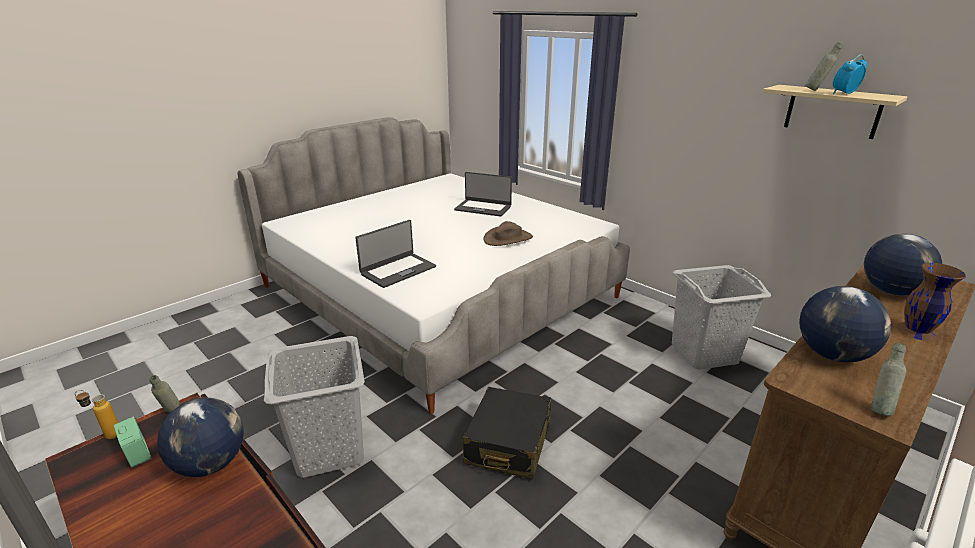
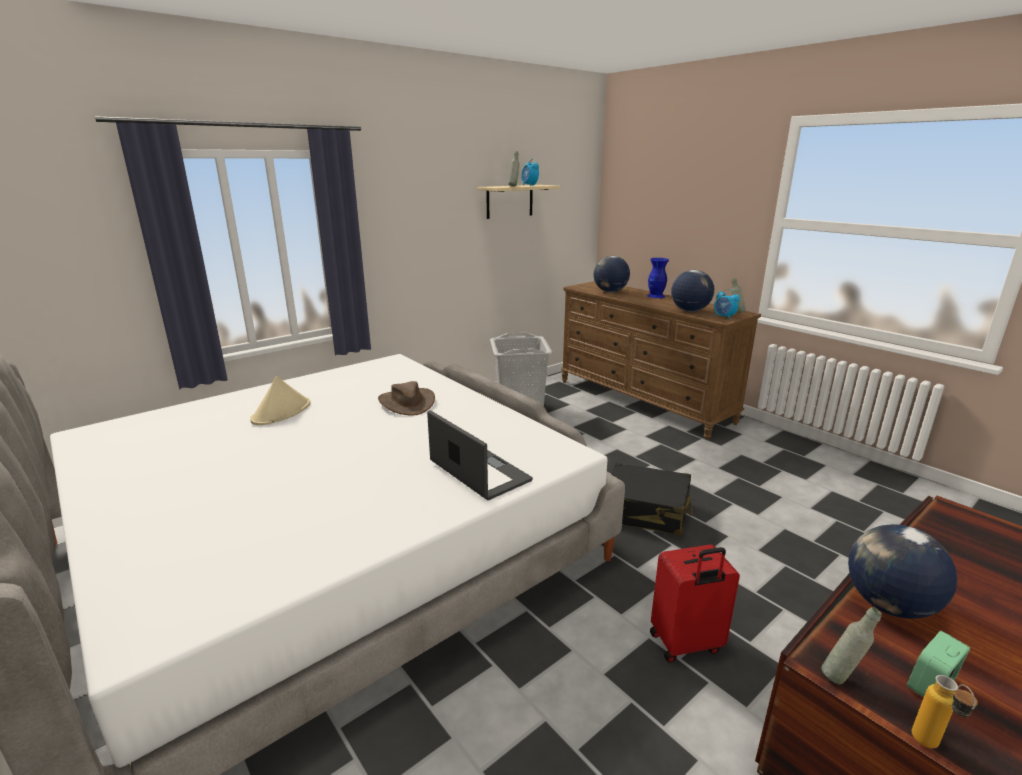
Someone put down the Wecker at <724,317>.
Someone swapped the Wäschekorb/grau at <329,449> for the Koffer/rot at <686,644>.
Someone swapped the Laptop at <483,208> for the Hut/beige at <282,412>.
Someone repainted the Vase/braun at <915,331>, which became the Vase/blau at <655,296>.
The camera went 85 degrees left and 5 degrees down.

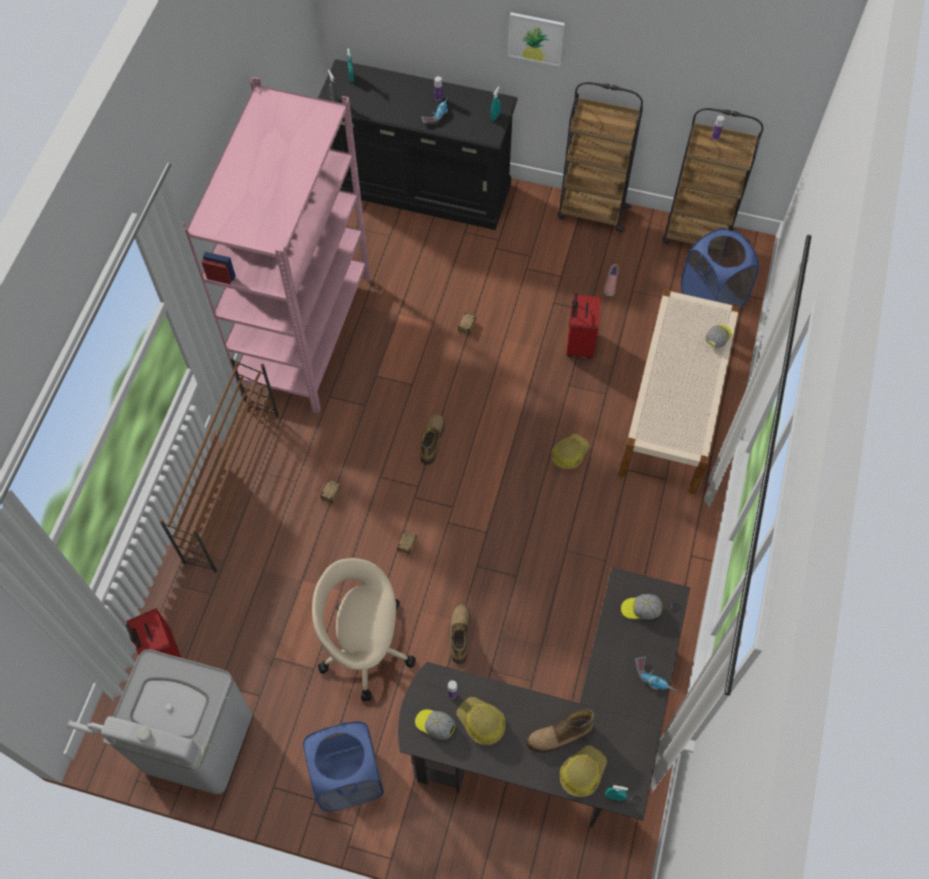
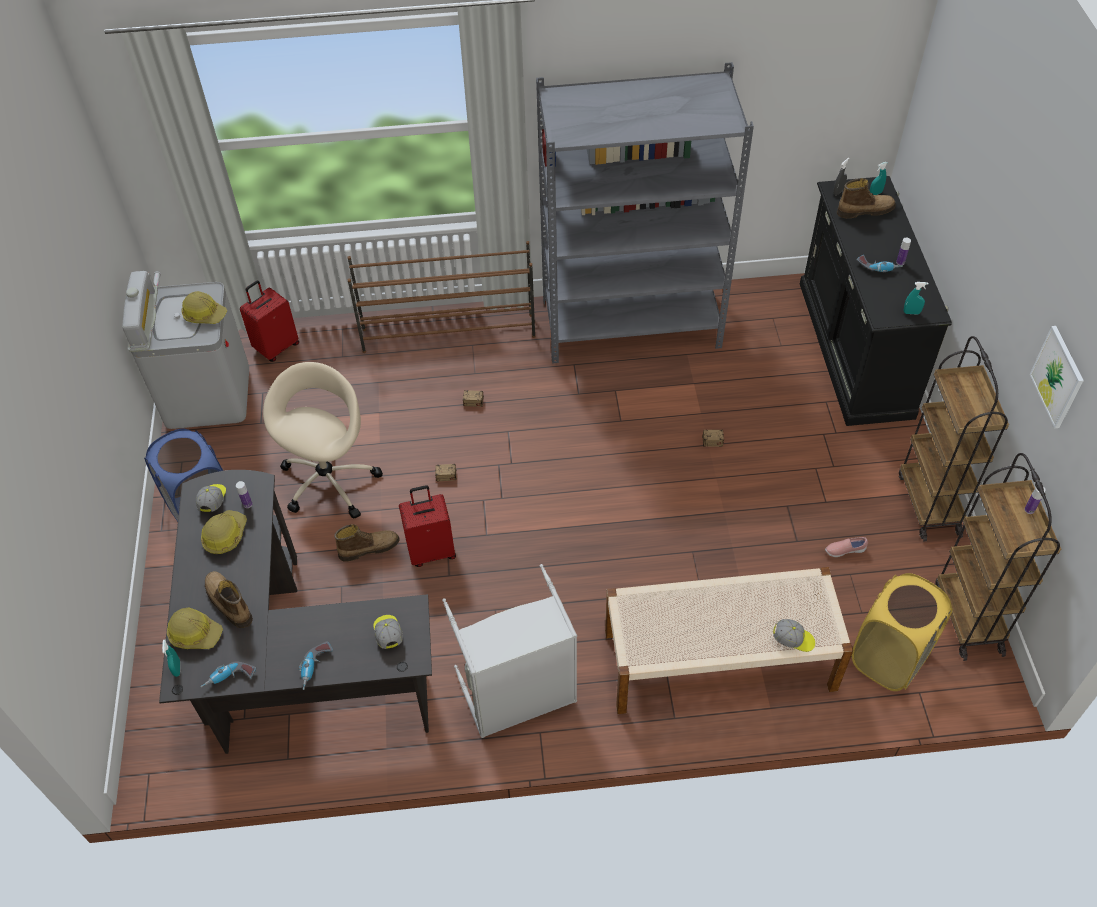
Someone put down the Bohrmaschine at <229,679>.
Someone put down the Wäschekorb/grau at <519,696>.
Someone carried the Stiefel from <431,440> to <864,210>.
Someone carried the Bild from <536,38> to <1057,377>.
Someone carried the Schutzhelm from <569,454> to <204,314>.
Someone carried the Koffer/rot from <579,344> to <431,551>.
Someone repainted the Bücherregal/rosa at <304,333>, which became the Bücherregal/grau at <631,323>.
Someone repainted the Wäschekorb/blau at <711,299>, which became the Wäschekorb/gelb at <889,658>.
Someone rotated the Bürostuhl/beige at <365,647> by 45 degrees clockwise.
The camera went 70 degrees right and 10 degrees down.

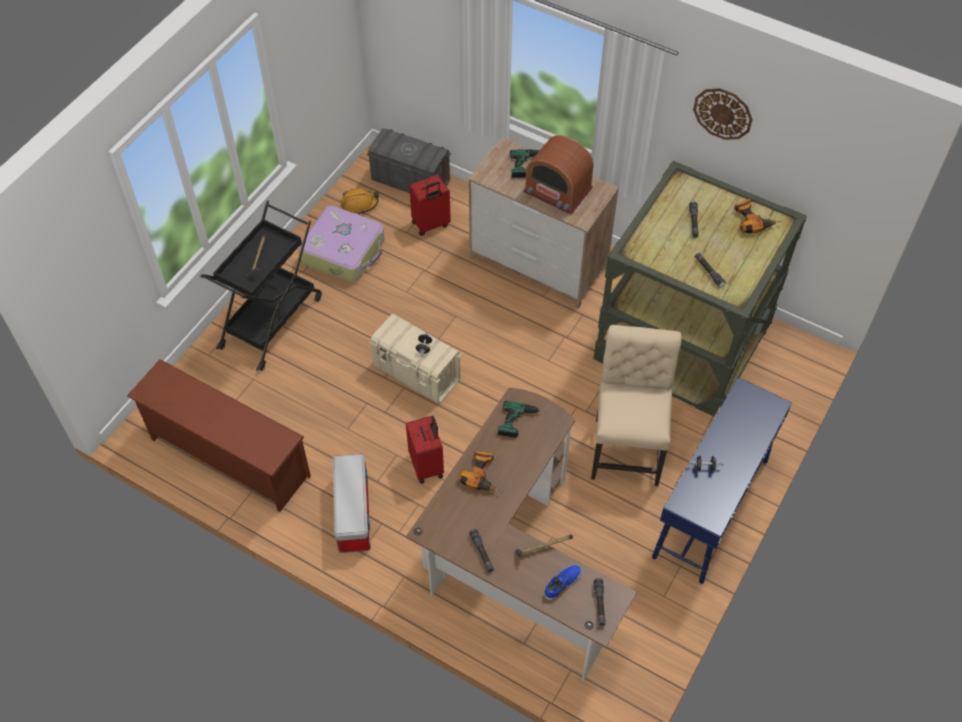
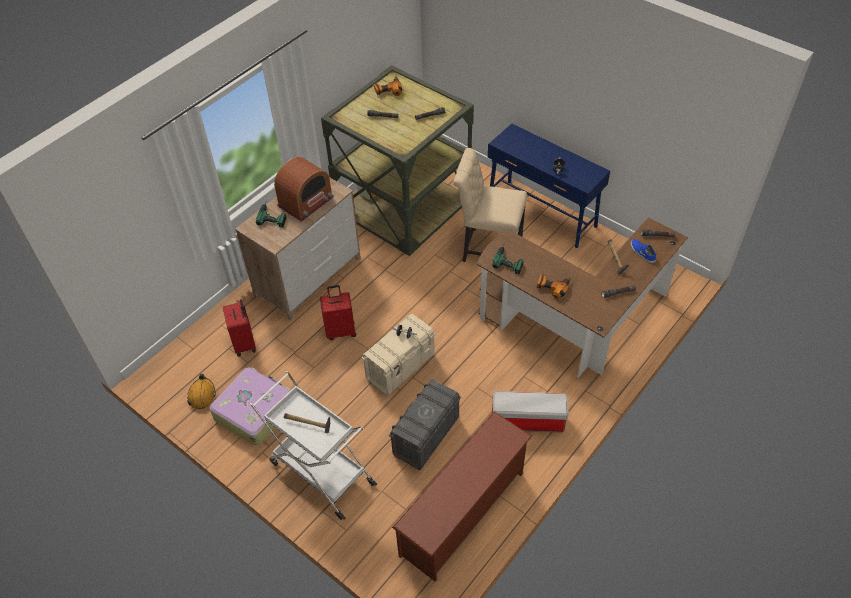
Someone took away the Wanduhr at <723,113>.
Someone carried the Aufbewahrungsbox/grau from <410,181> to <425,436>.
Someone carried the Koffer/rot from <427,465> to <341,331>.
Someone repainted the Rollwagen/schwarz at <272,322>, which became the Rollwagen/weiß at <321,473>.
The camera went 80 degrees left and 5 degrees down.

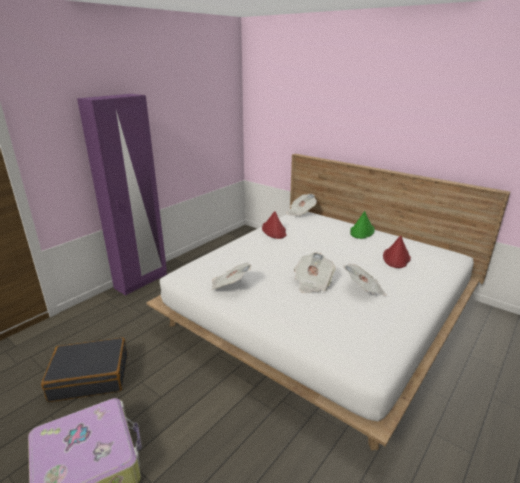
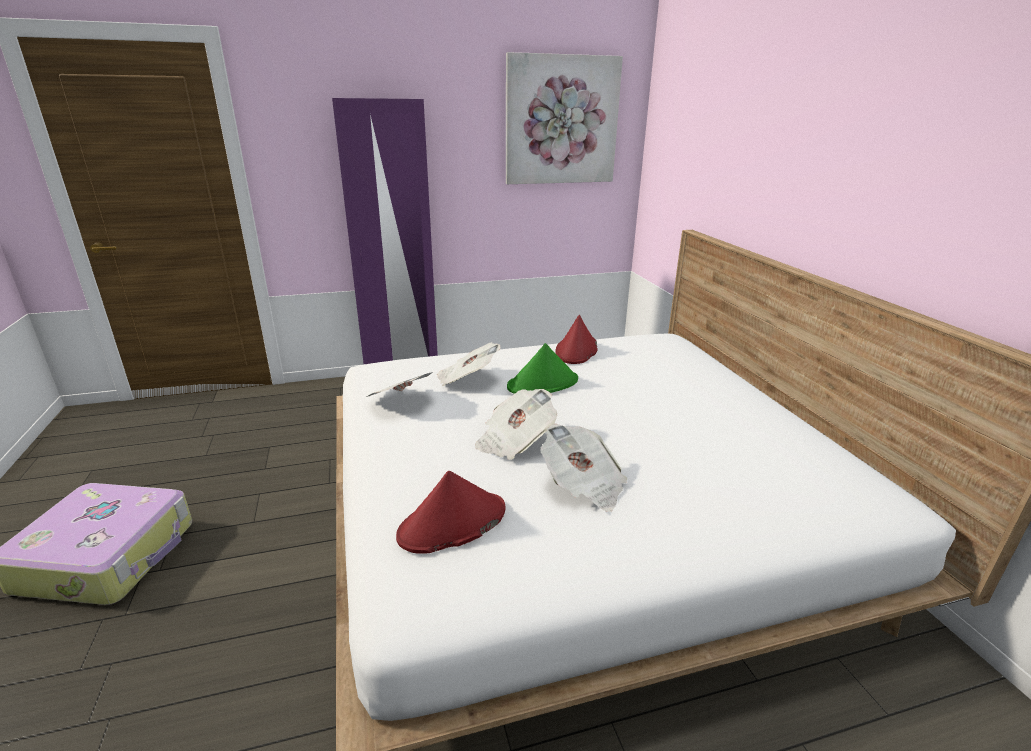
Someone took away the Koffer/schwarz at <90,377>.
Someone put up the Bild at <561,121>.
Someone carried the Zeitung from <300,212> to <467,379>.
Someone carried the Hut/grün from <362,231> to <543,384>.
Someone carried the Hut/rot from <396,257> to <452,523>.
The camera went 35 degrees right and 0 degrees up.

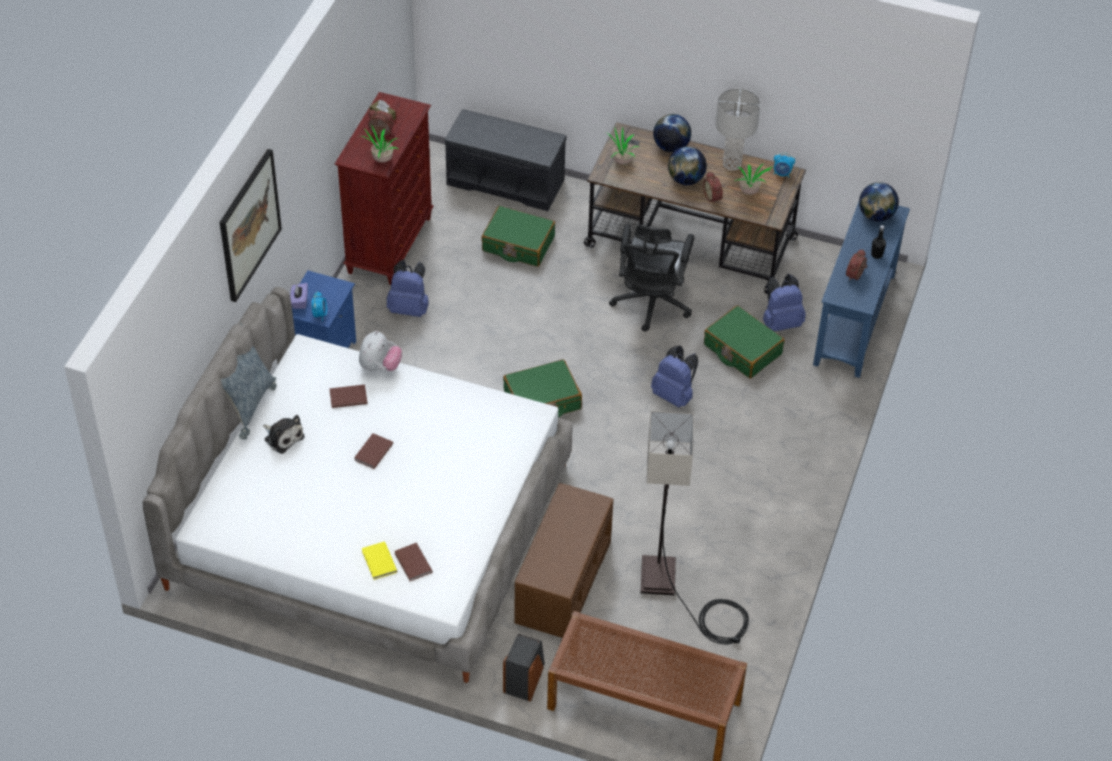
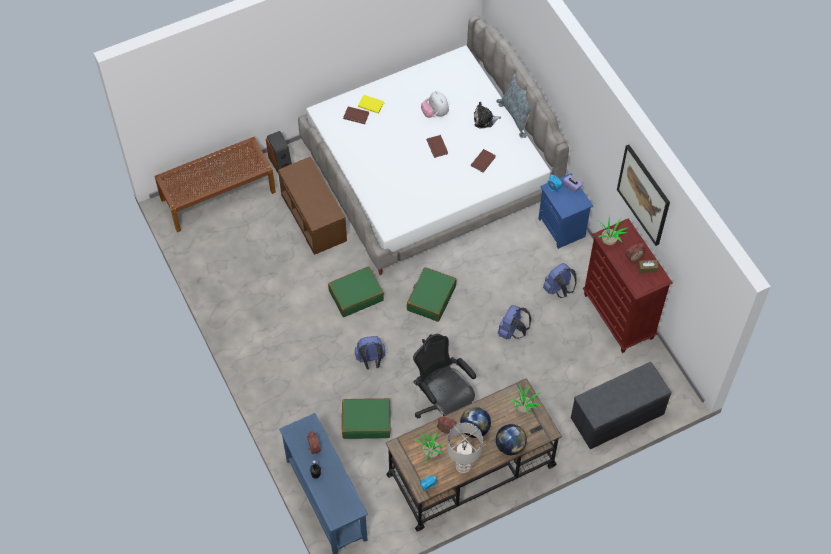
Someone took away the Stehlampe at <692,602>.
Someone took away the Globus at <876,216>.
Someone carried the Bild from <249,225> to <644,195>.
Someone carried the Plüschtier from <380,367> to <435,113>.
Someone carried the Koffer/grün from <518,244> to <356,295>.
Someone carried the Rucksack/blau from <781,322> to <512,331>.
The camera went 135 degrees right and 10 degrees up.

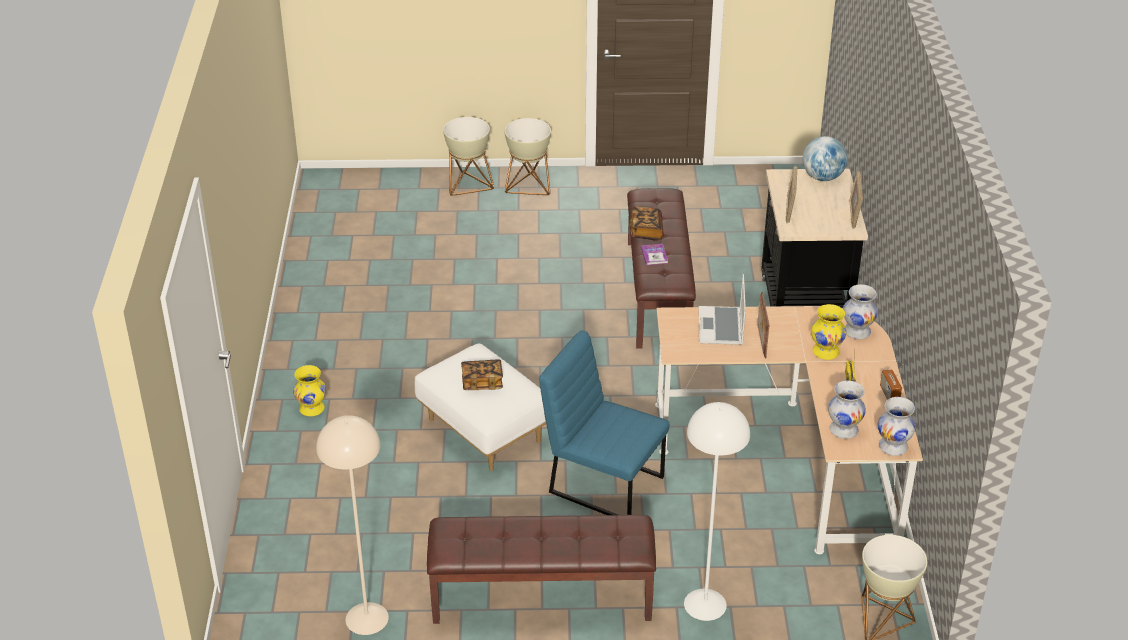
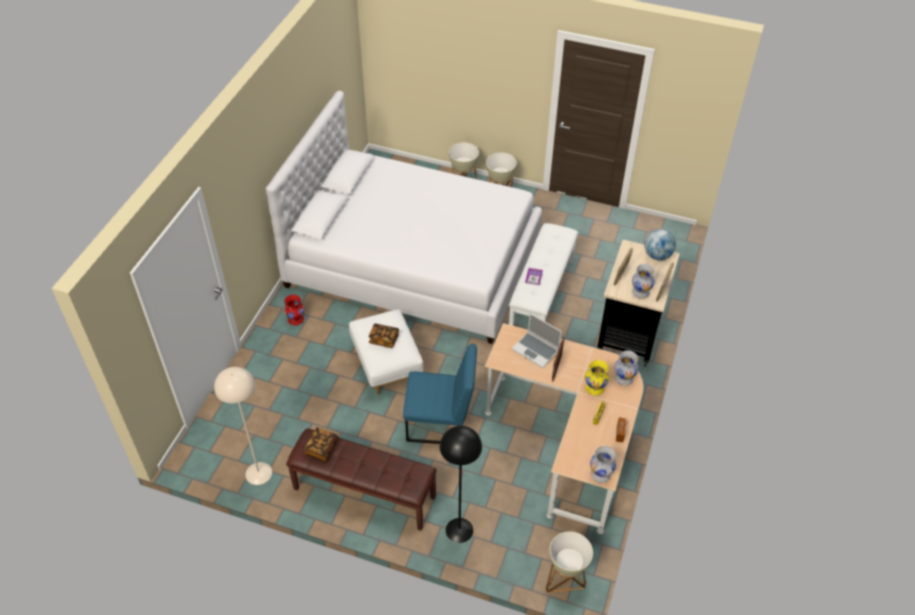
Someone put down the Bett/weiß at <413,262>.
Someone carried the Buch from <646,231> to <322,449>.
Someone carried the Vase/weiß from <843,430> to <640,292>.
Someone repainted the Vase/gelb at <311,408>, which became the Vase/rot at <295,319>.
Someone repainted the Bank/braun at <656,292>, which became the Bank/weiß at <541,295>.
Someone repainted the Stehlampe/weiß at <704,604>, which became the Stehlampe/schwarz at <459,530>.
Someone rotated the Stuhl/blau at <603,483> by 135 degrees clockwise.
Someone rotated the Laptop at <721,328> by 75 degrees counterclockwise.
The camera went 20 degrees right and 10 degrees up.

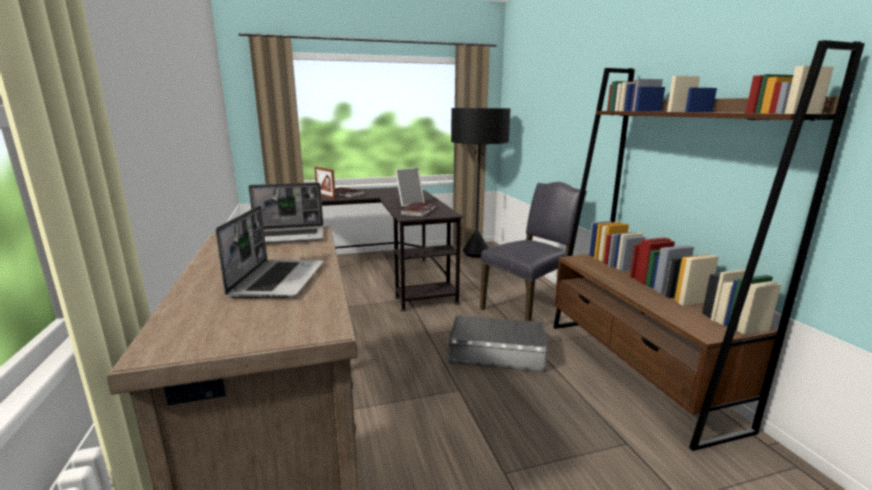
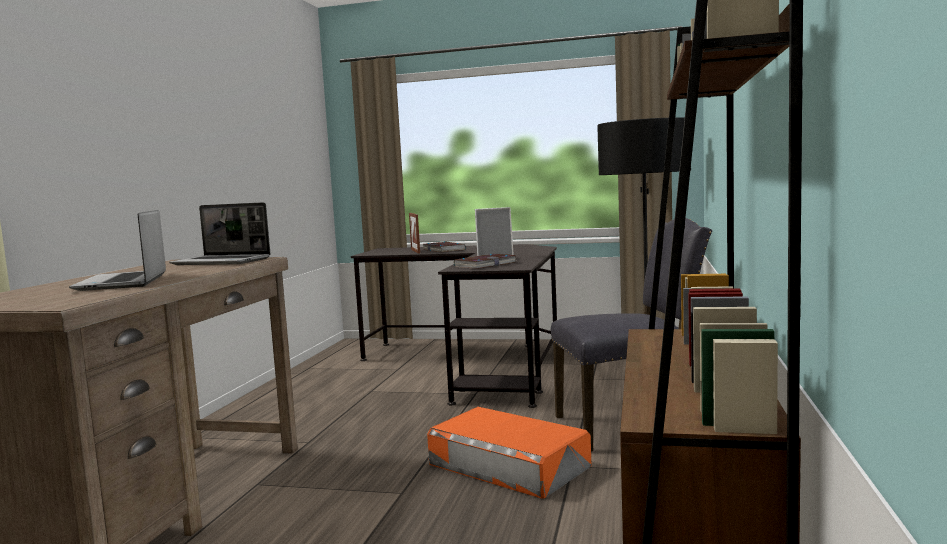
Someone repainted the Aufbewahrungsbox/grau at <497,352>, which became the Aufbewahrungsbox/orange at <509,465>.
Someone rotated the Laptop at <278,279> by 135 degrees clockwise.
The camera went 30 degrees right and 10 degrees down.

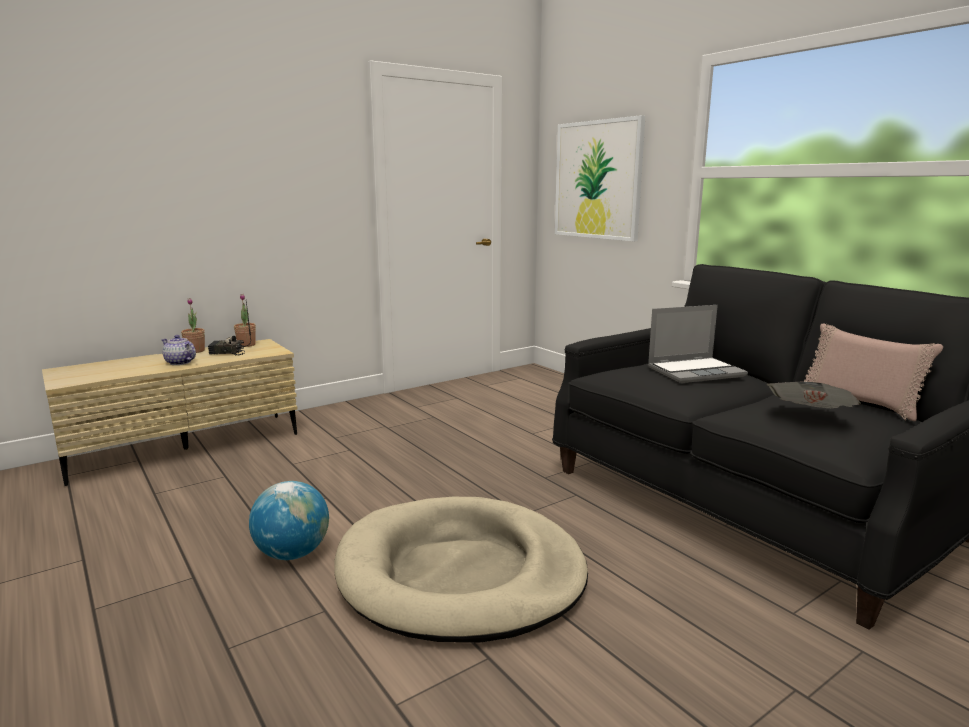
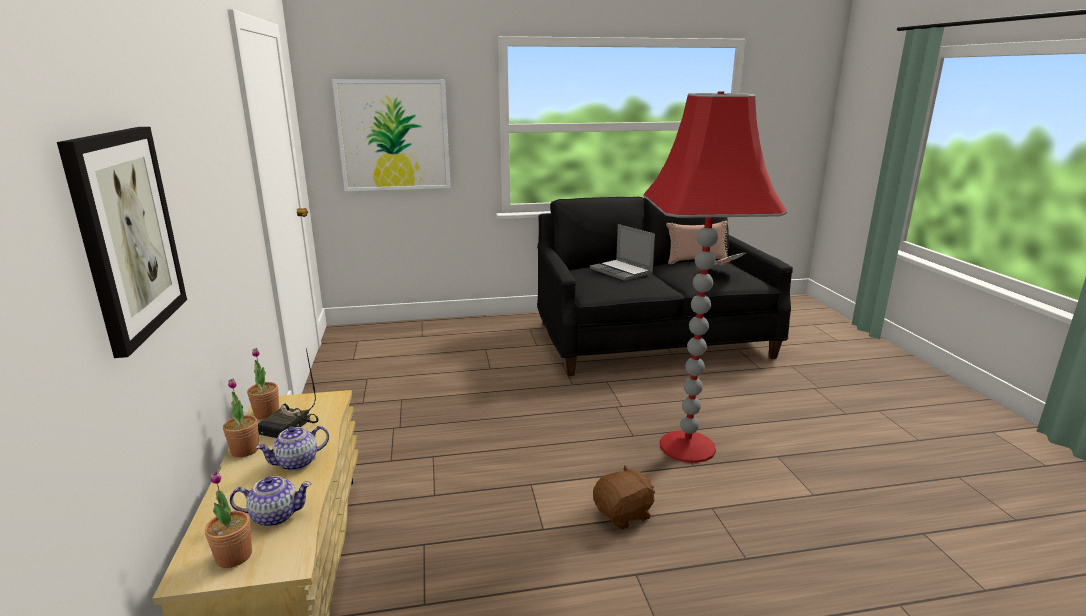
Someone put up the Bild at <126,235>.
Someone put down the Topfpflanze at <234,556>.
Someone put down the Teekanne at <275,515>.
Someone swapped the Globus at <292,554> for the Plüschtier/braun at <624,514>.
Someone swapped the Hundebett/beige at <460,574> for the Stehlampe/rot at <688,446>.
Someone rotated the Laptop at <696,371> by 135 degrees clockwise.
The camera went 65 degrees left and 5 degrees up.

